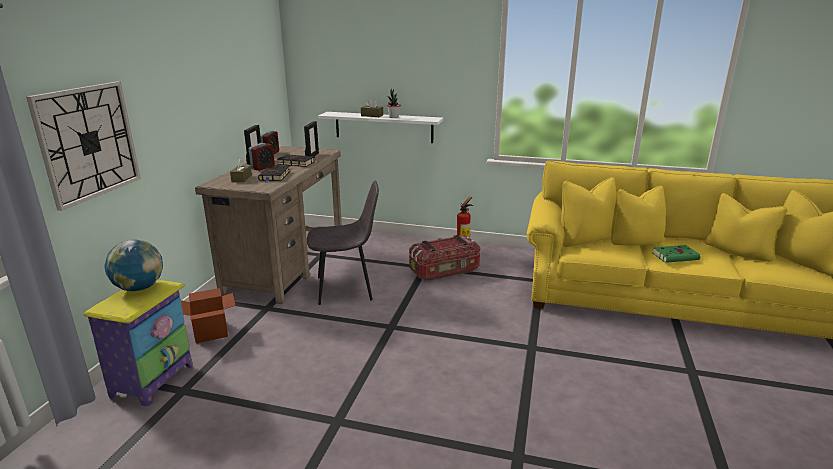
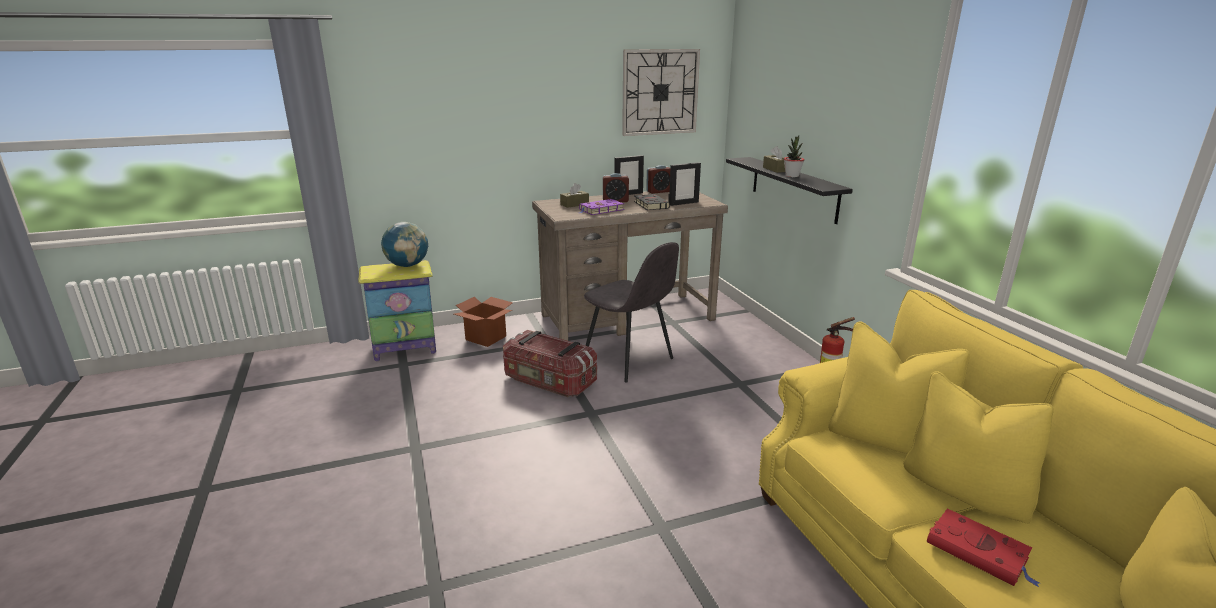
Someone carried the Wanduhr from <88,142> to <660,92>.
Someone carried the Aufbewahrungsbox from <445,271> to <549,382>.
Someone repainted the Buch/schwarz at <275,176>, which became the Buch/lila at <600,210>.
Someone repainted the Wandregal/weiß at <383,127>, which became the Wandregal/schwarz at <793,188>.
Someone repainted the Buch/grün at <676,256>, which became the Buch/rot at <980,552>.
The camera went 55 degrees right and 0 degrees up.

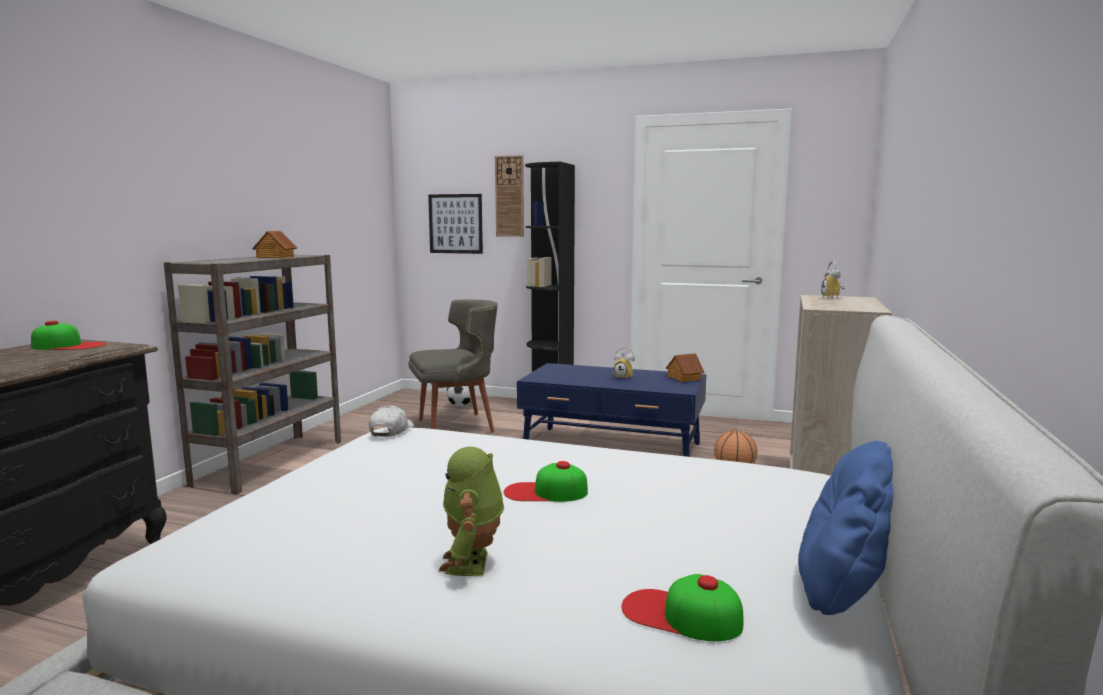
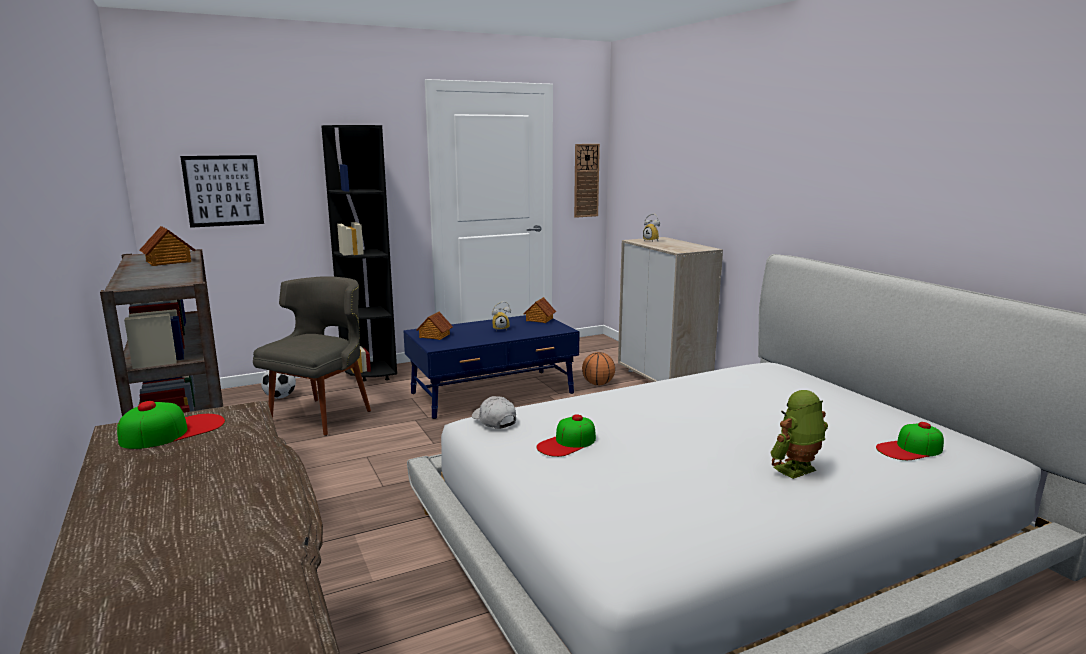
Someone took away the Kissen/blau at <845,596>.
Someone put down the Spielzeughaus at <434,336>.
Someone carried the Wanduhr from <509,196> to <586,180>.
Someone carried the Kappe from <545,492> to <567,443>.
Someone rotated the Spielzeugroboter at <473,563> by 105 degrees clockwise.
The camera went 45 degrees left and 5 degrees up.

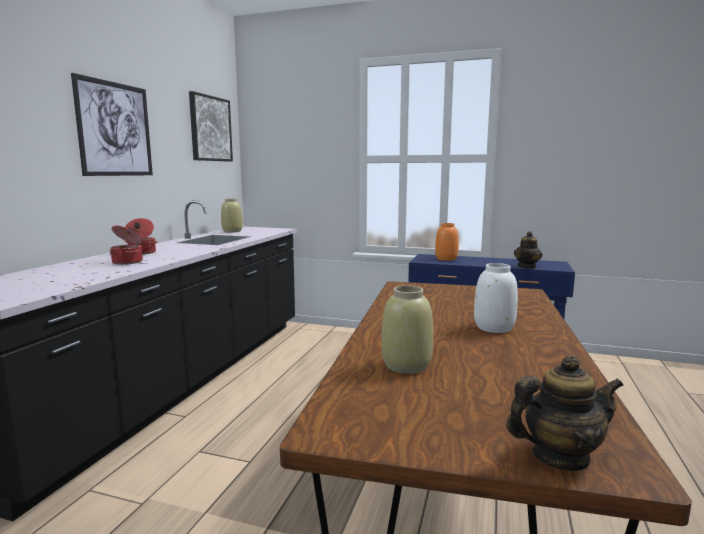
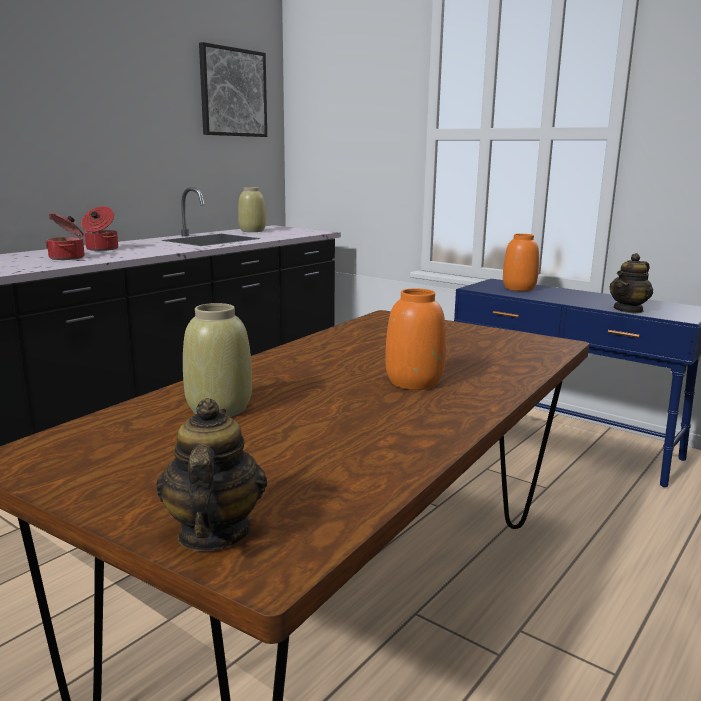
Someone took away the Bild at <115,129>.
Someone repainted the Vase/weiß at <493,327>, which became the Vase/orange at <413,382>.
Someone rotated the Teekanne at <559,456> by 105 degrees counterclockwise.
The camera went 20 degrees right and 5 degrees up.

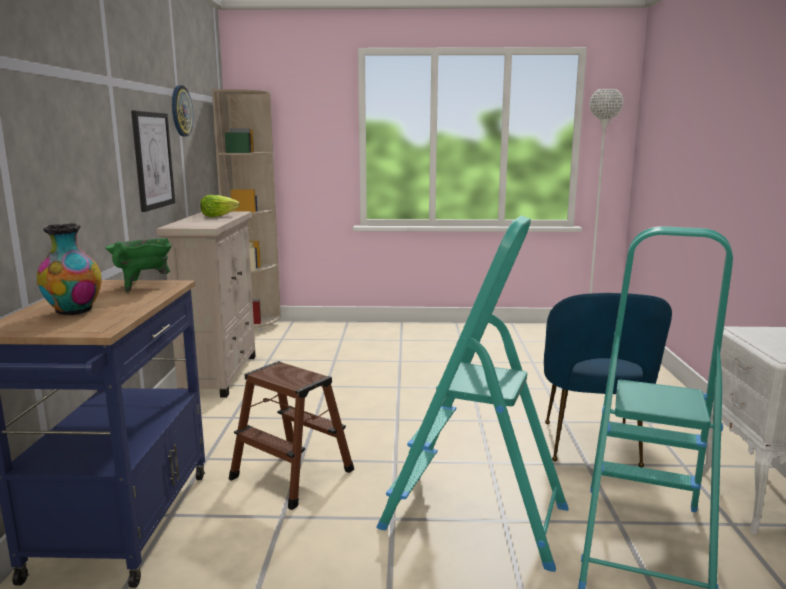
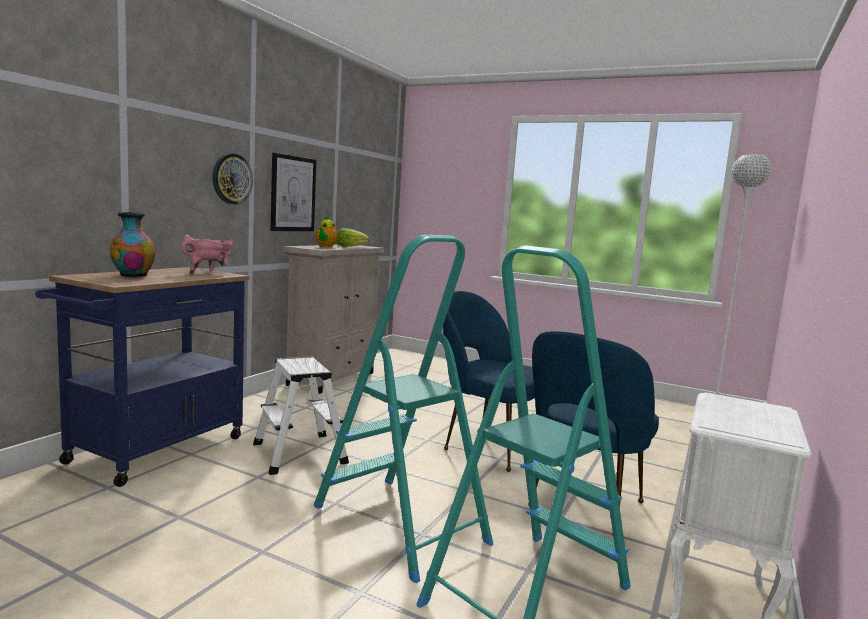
Someone took away the Bücherregal/beige at <254,328>.
Someone put down the Teekanne at <325,246>.
Someone put down the Stuhl/blau at <486,447>.
Someone carried the Wanduhr from <181,111> to <232,179>.
Someone repainted the Kochtopf/grün at <143,285>, which became the Kochtopf/rosa at <209,273>.
Someone repainted the Trittleiter/braun at <291,474>, which became the Trittleiter/weiß at <299,453>.
The camera went 25 degrees right and 5 degrees down.

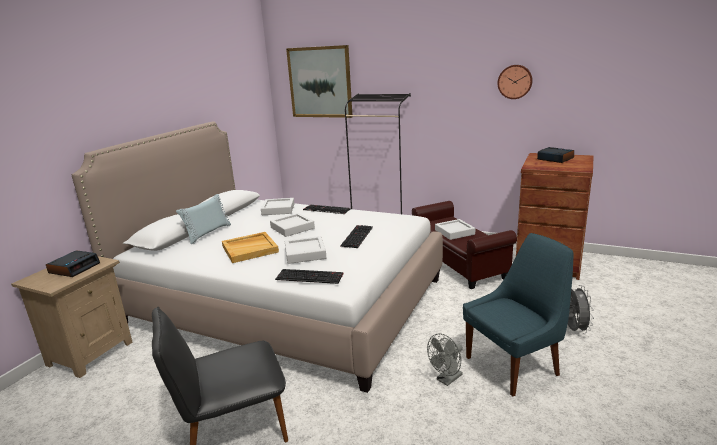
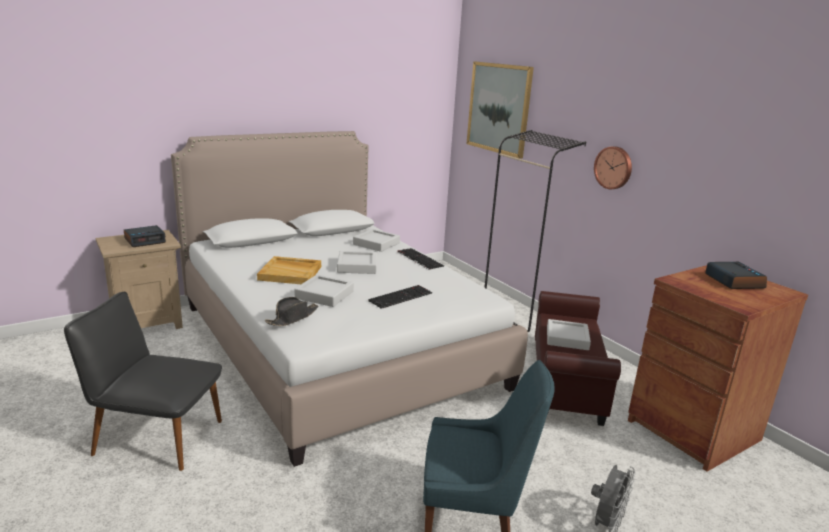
Someone took away the Kissen/blau at <208,233>.
Someone took away the Ventilator/grau at <447,379>.
Someone carried the Wanduhr from <515,81> to <614,167>.
Someone swapped the Tastatur at <310,276> for the Hut/schwarz at <292,318>.
The camera went 30 degrees right and 0 degrees up.

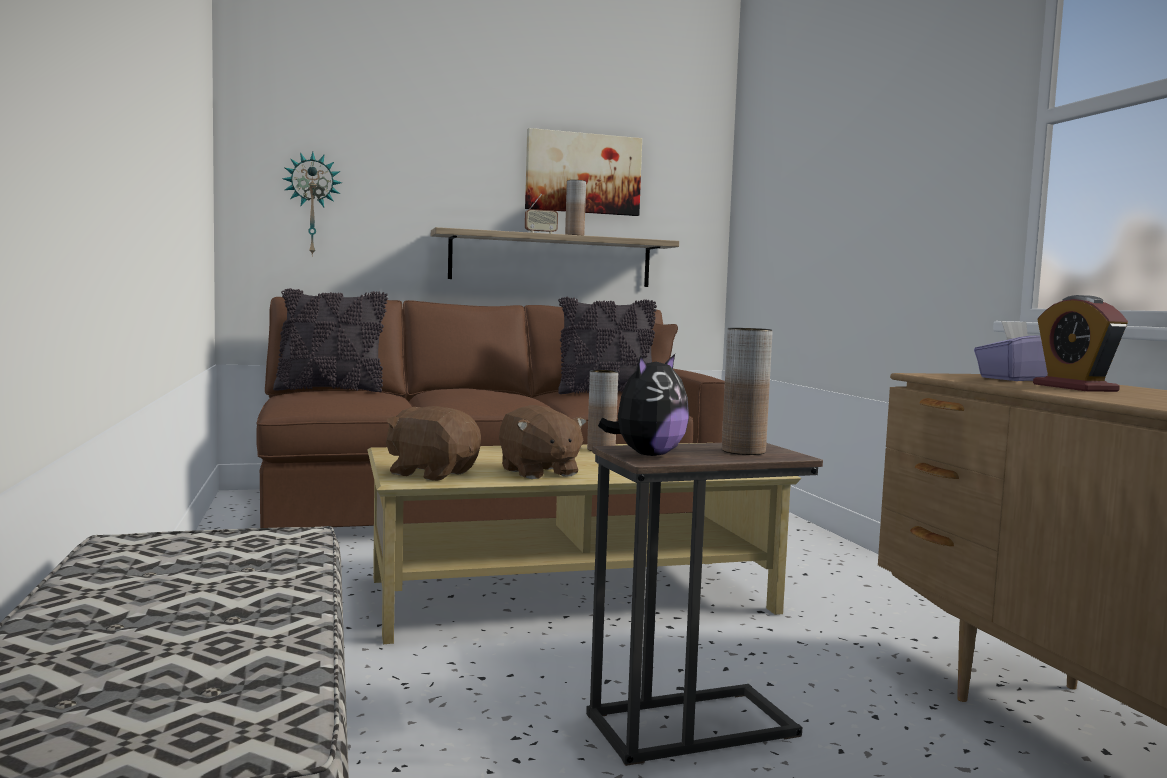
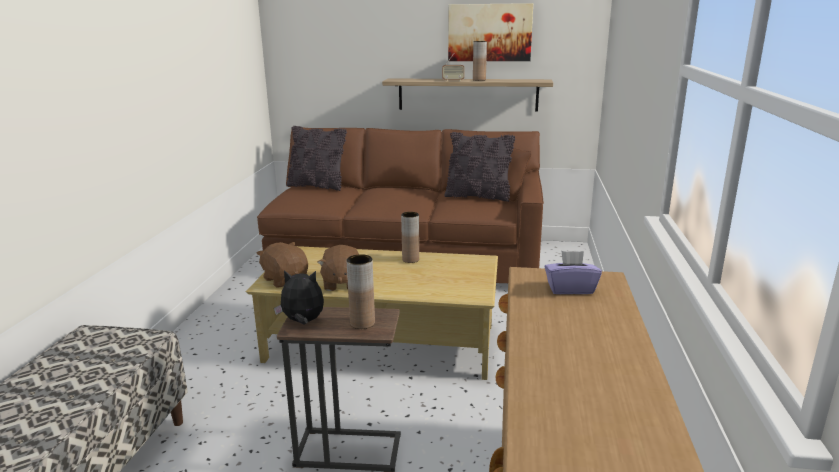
Someone took away the Wanduhr at <312,204>.
Someone took away the Wecker at <1074,388>.
Someone rotated the Plüschtier at <647,455> by 150 degrees counterclockwise.
The camera went 25 degrees right and 15 degrees up.

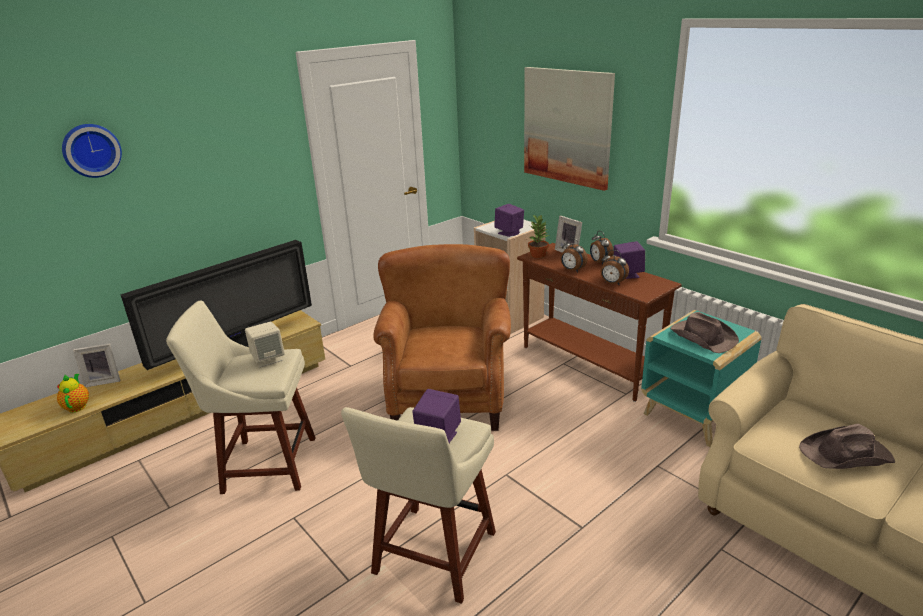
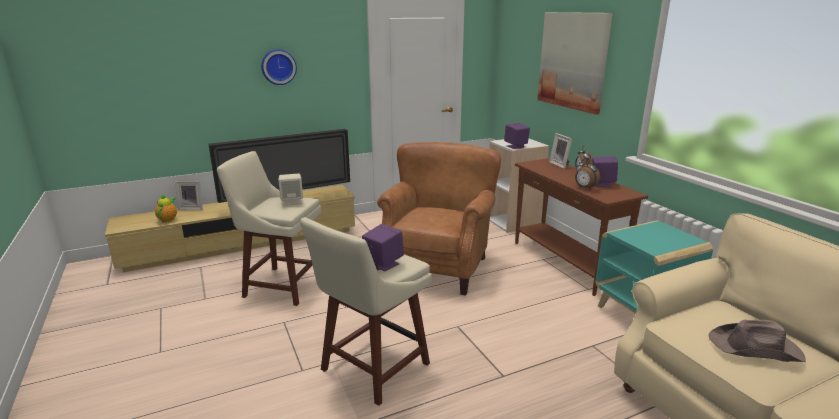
Someone took away the Topfpflanze at <538,255>.
Someone took away the Wecker at <572,270>.
Someone took away the Hut/braun at <702,337>.
Someone carried the Wanduhr from <91,150> to <278,67>.
The camera went 15 degrees right and 5 degrees down.

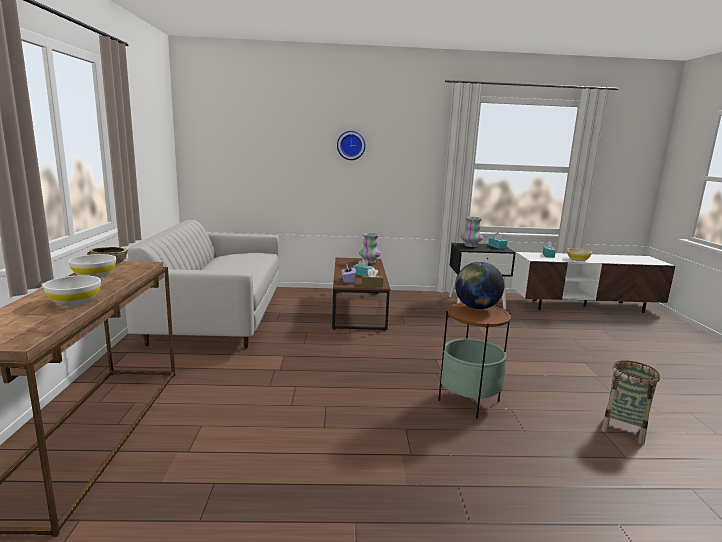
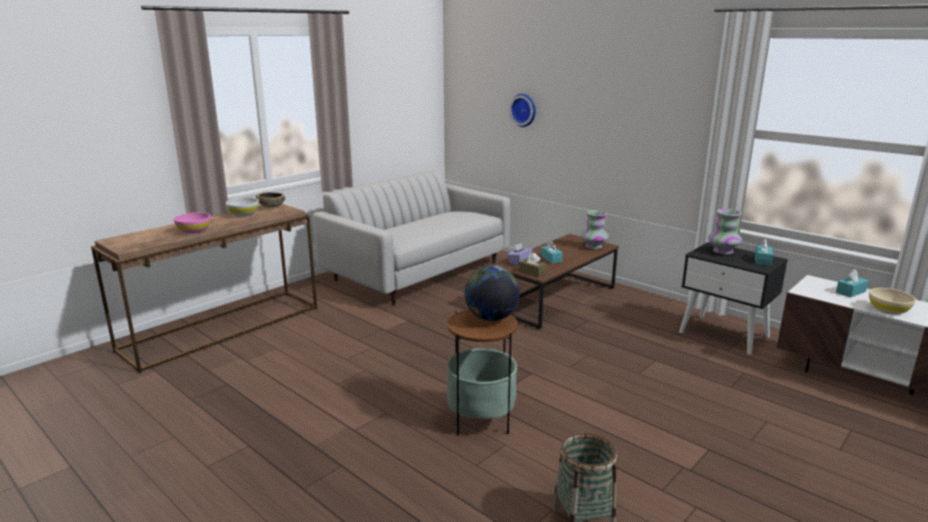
Someone carried the Wanduhr from <351,145> to <524,110>.
Someone repainted the Schüssel/weiß at <74,302>, which became the Schüssel/rosa at <194,231>.
The camera went 45 degrees right and 5 degrees up.

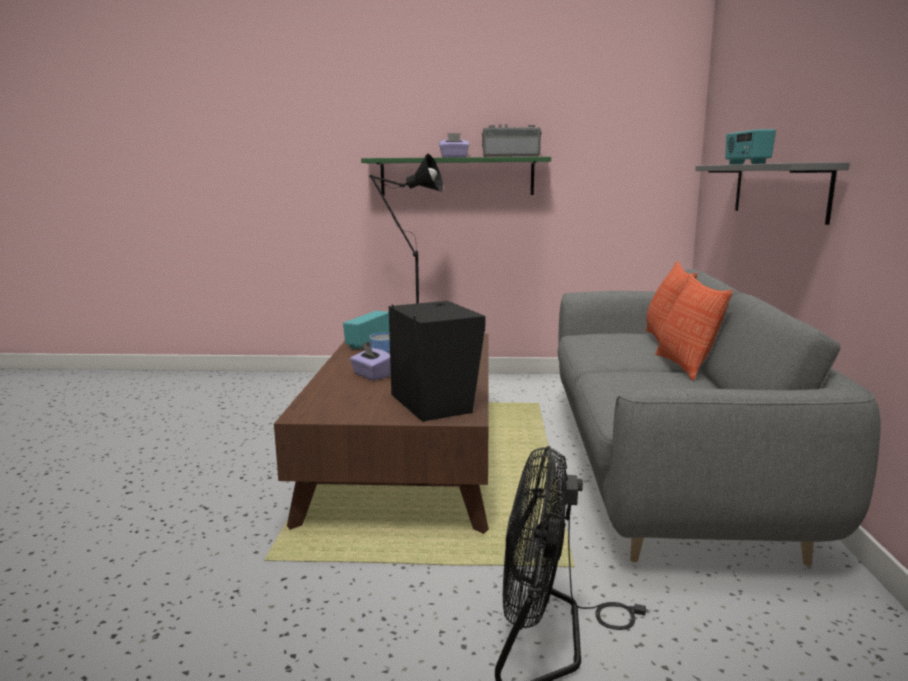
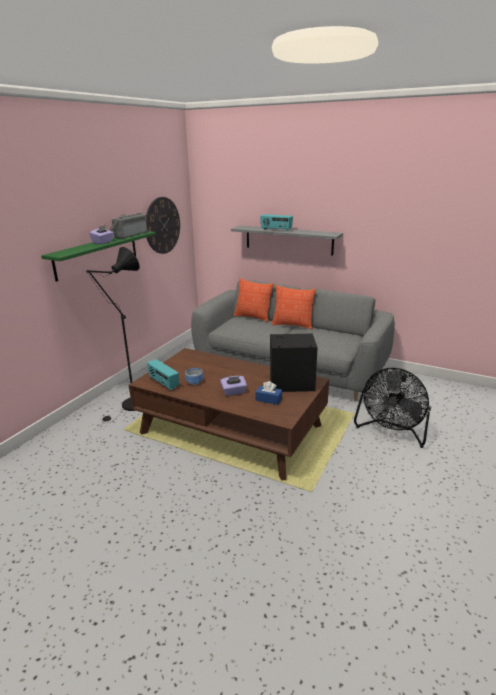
Someone put up the Wanduhr at <162,225>.
Someone put down the Taschentuchbox/blau at <268,399>.
The camera went 65 degrees left and 10 degrees up.

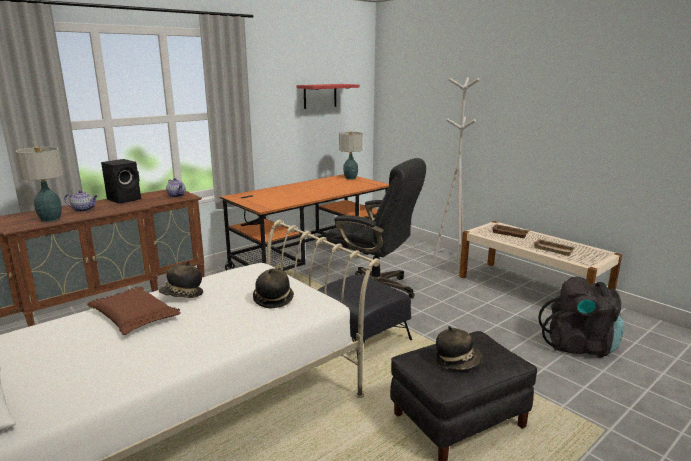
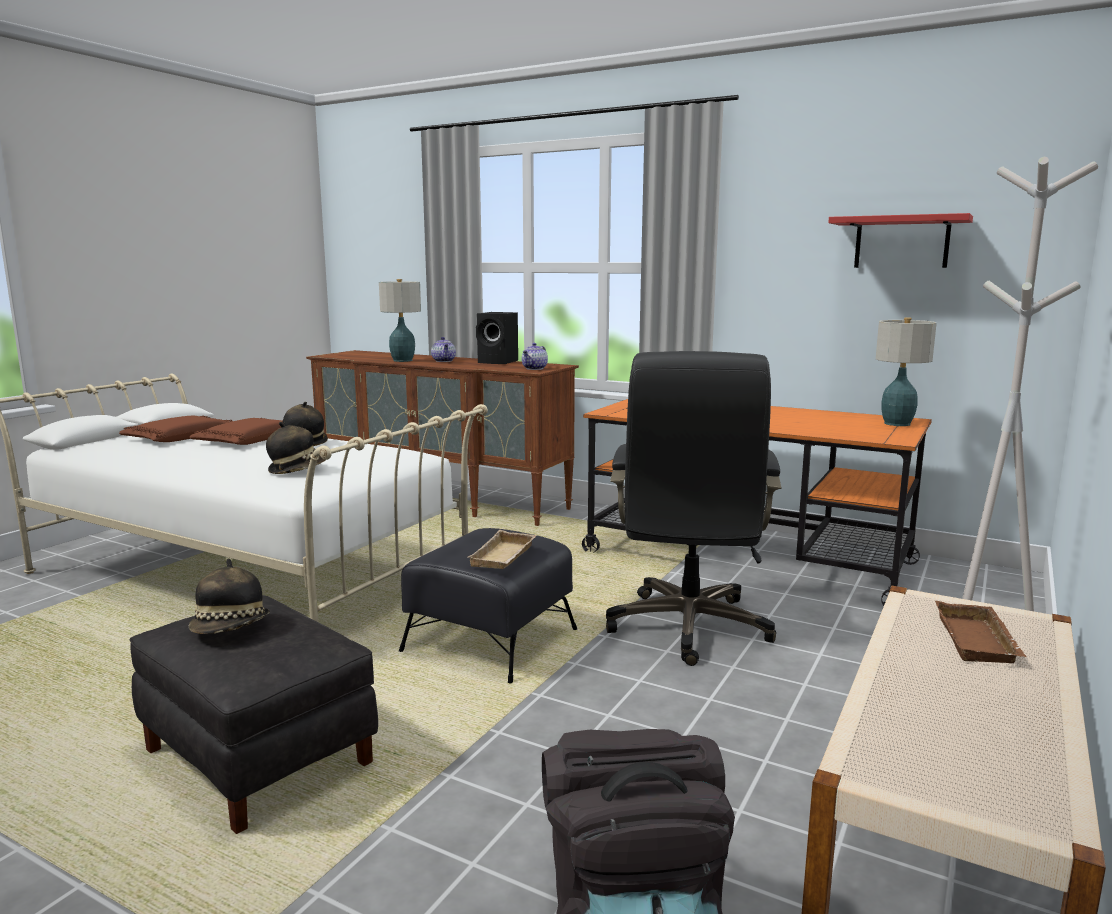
Someone put down the Kissen/braun at <181,436>.
Someone carried the Tablett/beige from <554,249> to <504,557>.
The camera went 70 degrees right and 5 degrees down.

